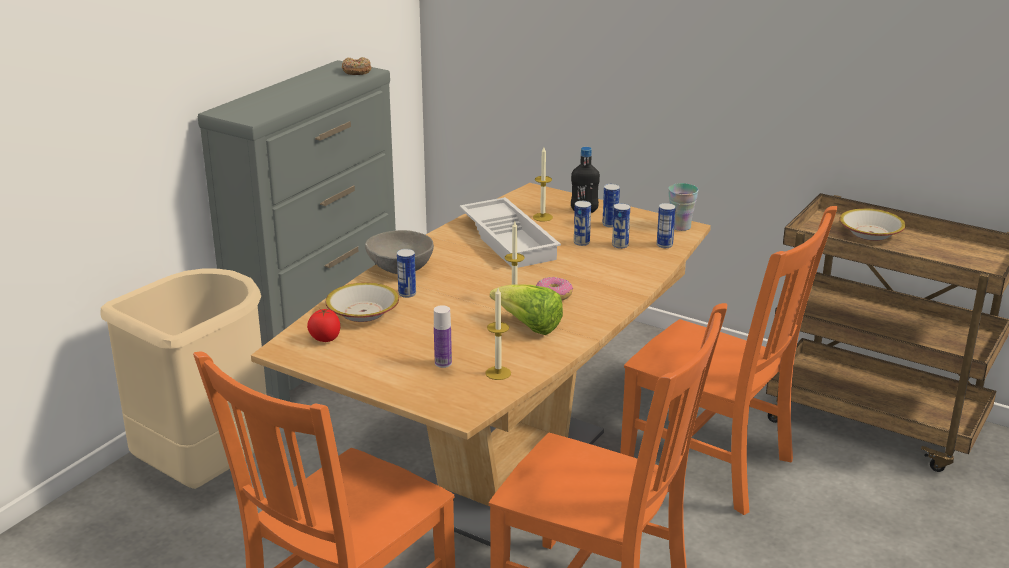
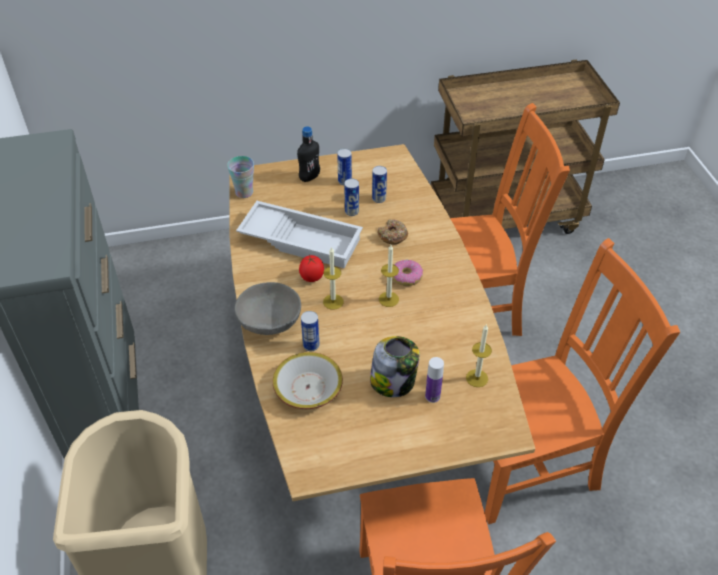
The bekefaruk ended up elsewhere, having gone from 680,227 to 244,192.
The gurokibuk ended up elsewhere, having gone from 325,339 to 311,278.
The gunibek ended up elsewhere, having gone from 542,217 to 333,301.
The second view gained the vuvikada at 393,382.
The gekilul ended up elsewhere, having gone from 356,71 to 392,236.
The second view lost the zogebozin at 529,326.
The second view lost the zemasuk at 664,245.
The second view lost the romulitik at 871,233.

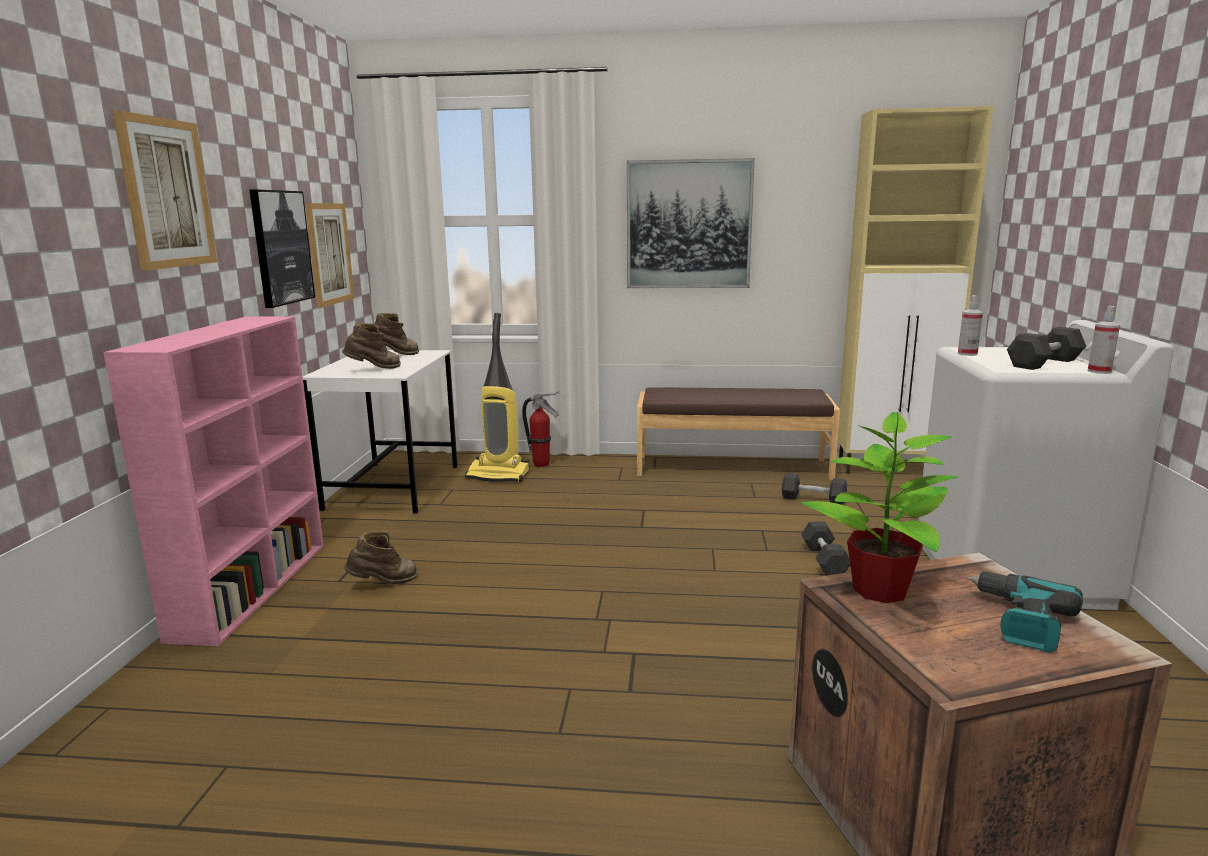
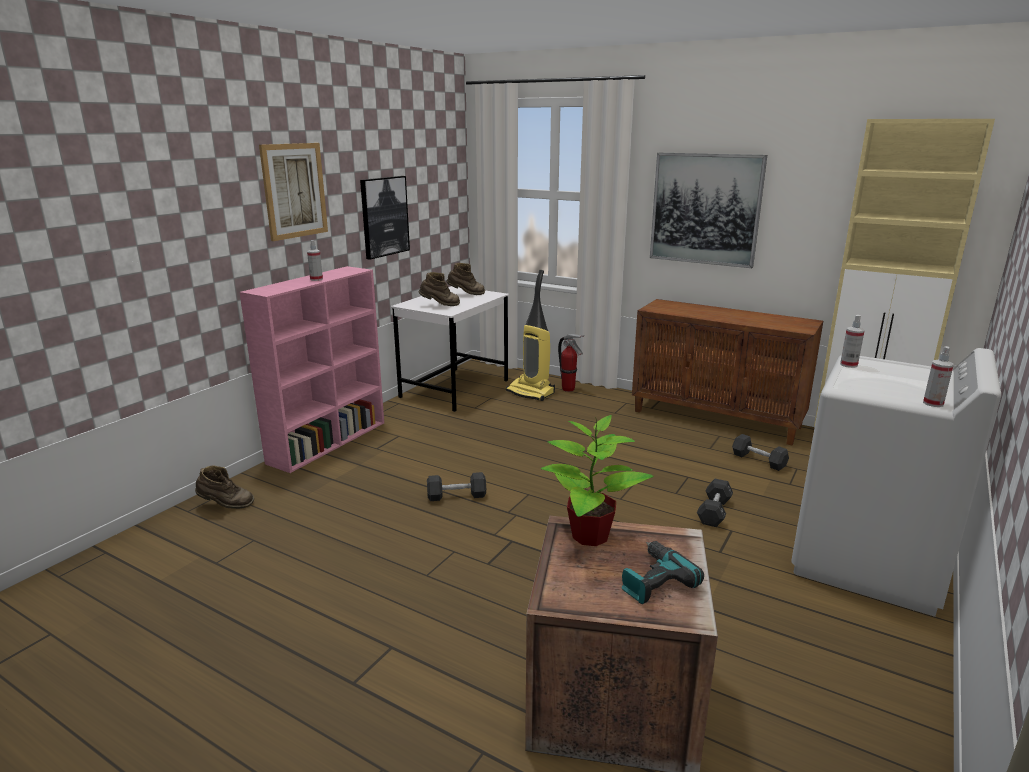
The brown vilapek ended up elsewhere, having gone from 384,584 to 226,506.
The second view gained the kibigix at 316,279.
The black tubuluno ended up elsewhere, having gone from 1044,363 to 456,496.
Where the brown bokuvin stood at 732,467, the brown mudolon came to stand at 717,419.
The second view lost the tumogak at 329,254.

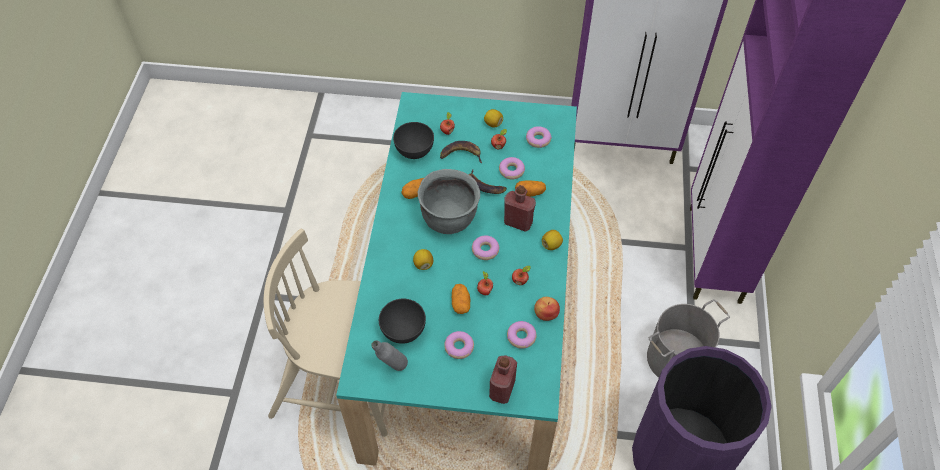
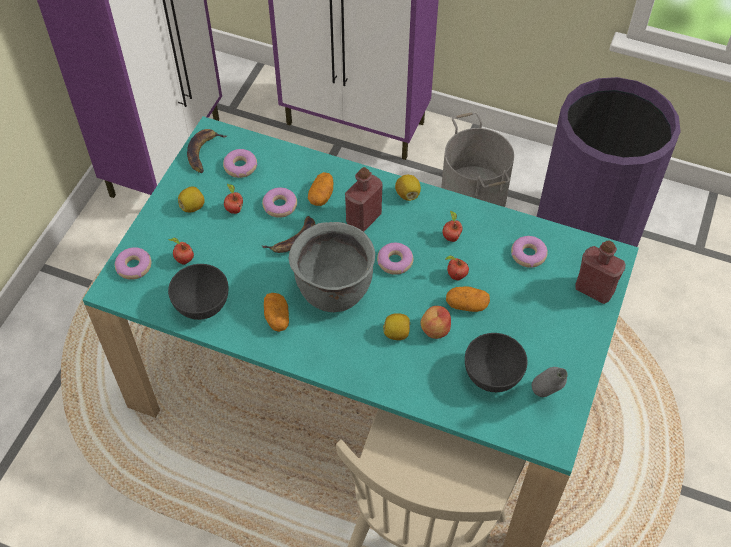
The gekilul ended up elsewhere, having gone from 459,347 to 134,266.
The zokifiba ended up elsewhere, having gone from 461,154 to 204,152.
The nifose ended up elsewhere, having gone from 546,313 to 435,329.

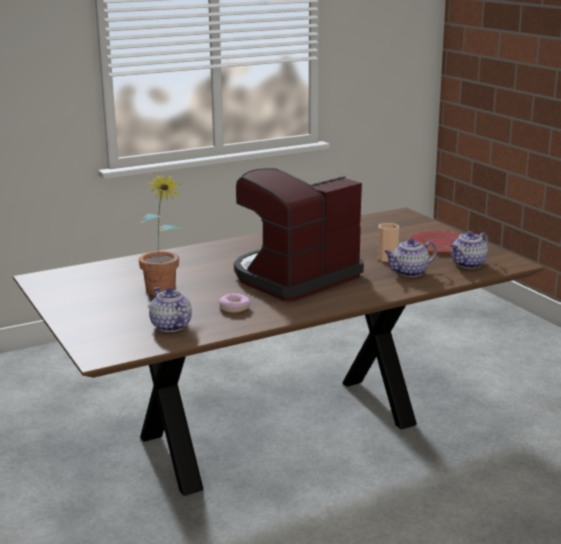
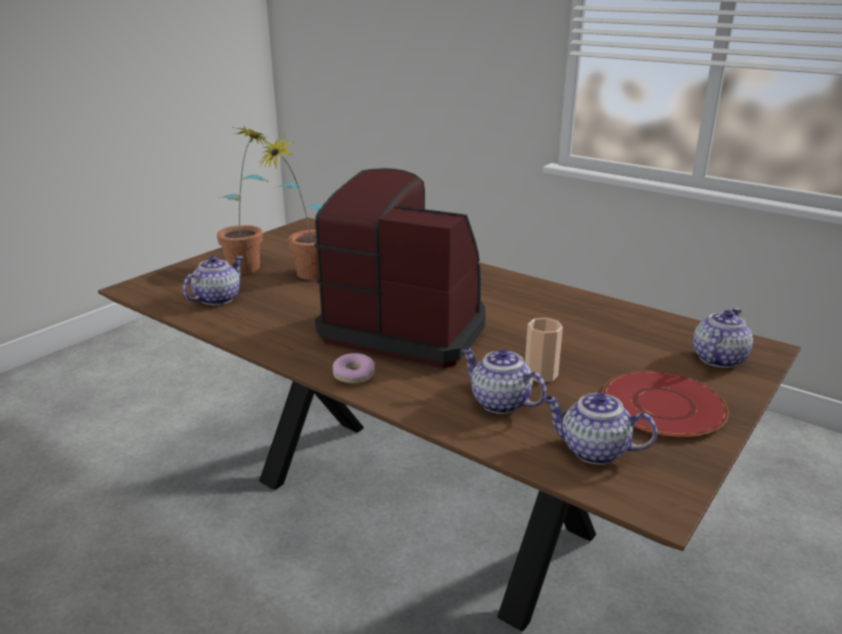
The second view gained the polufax at 251,264.
The gekilul ended up elsewhere, having gone from 234,308 to 353,375.
The second view gained the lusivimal at 717,358.

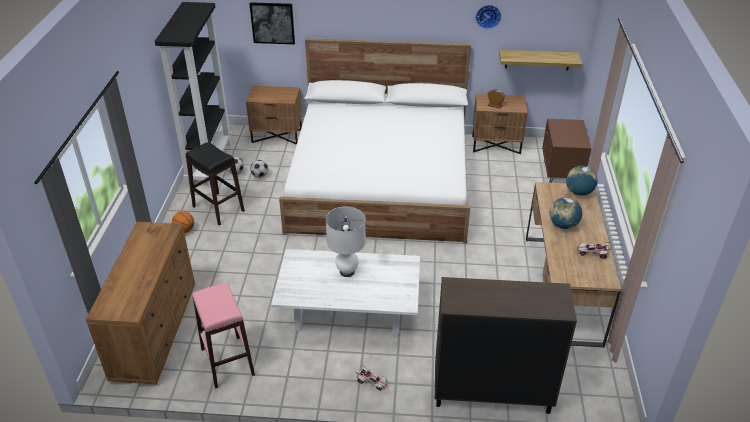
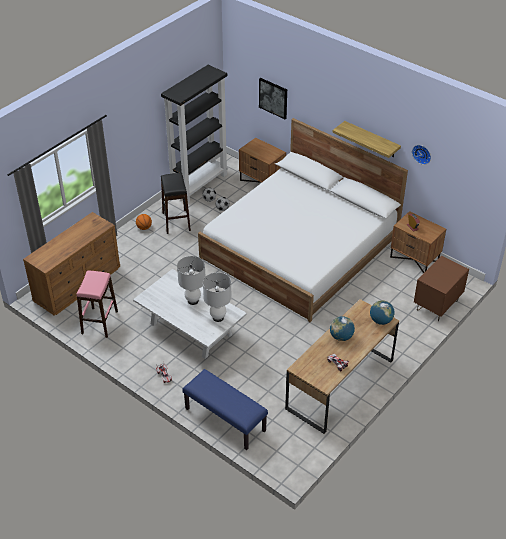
Where the brown mudolon stood at 491,393, the blue bokuvin came to stand at 224,420.
The second view gained the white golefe at 218,317.
The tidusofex ended up elsewhere, having gone from 537,60 to 371,139.

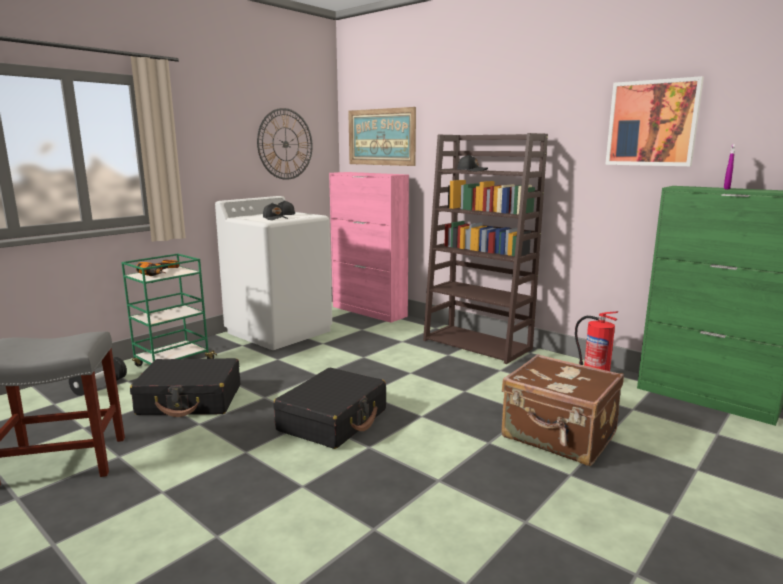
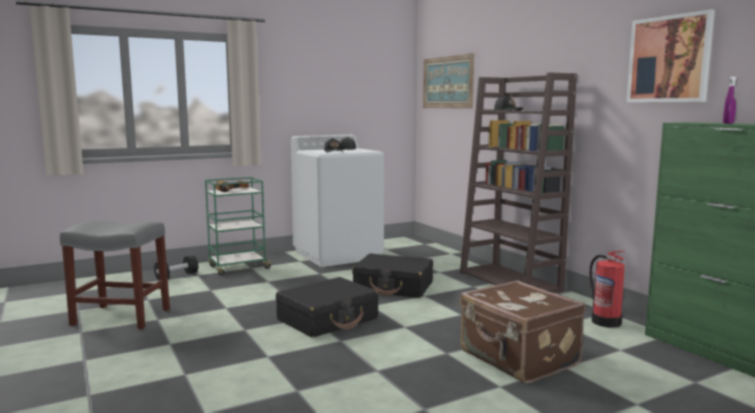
The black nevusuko ended up elsewhere, having gone from 190,400 to 394,287.
The second view lost the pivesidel at 285,144.
The second view lost the pink mudolon at 369,311.

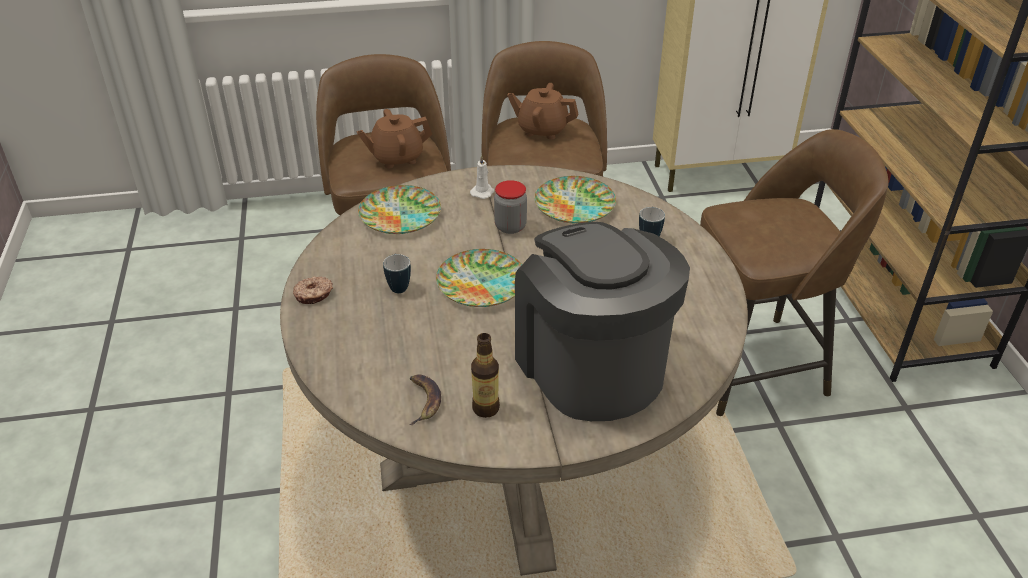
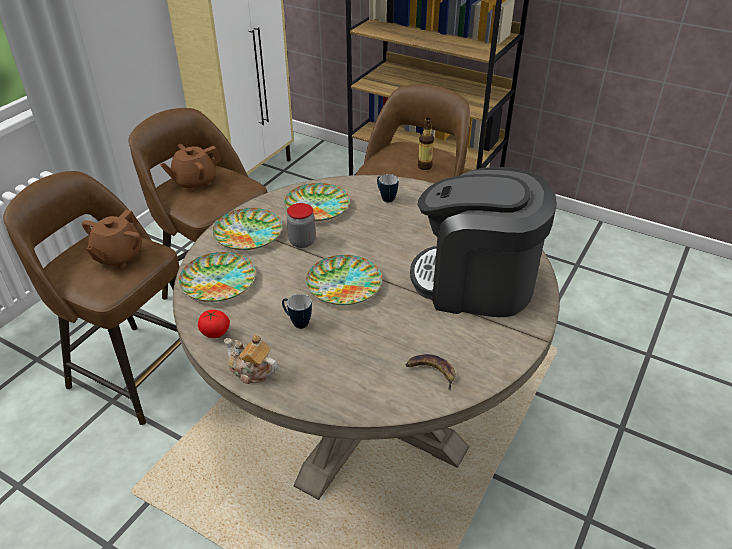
The second view gained the gurokibuk at 215,333.
Where the white gunibek stood at 483,192, the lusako came to stand at 248,233.
Where the gekilul stood at 314,295, the lusivimal came to stand at 251,371.
The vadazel ended up elsewhere, having gone from 486,408 to 425,166.

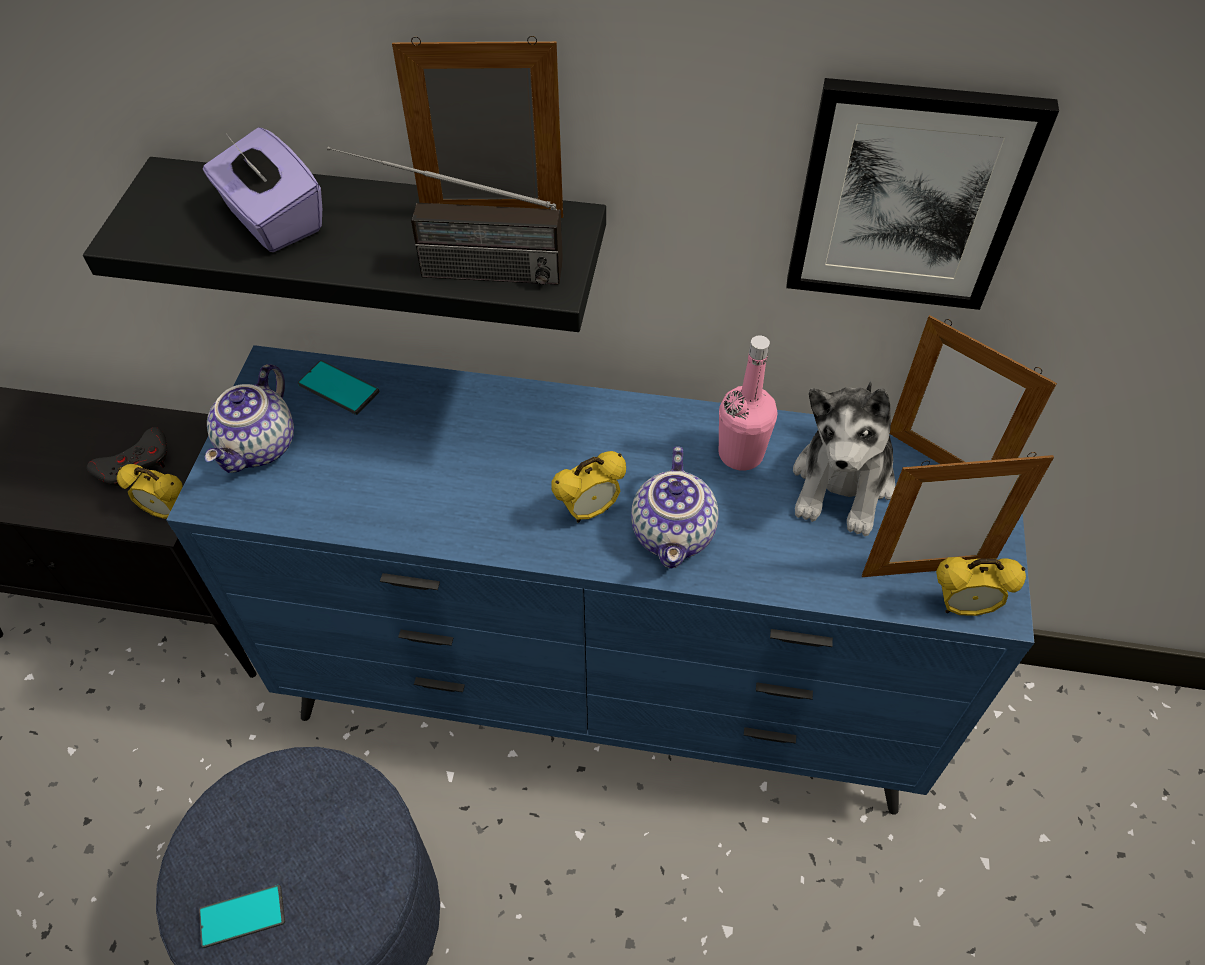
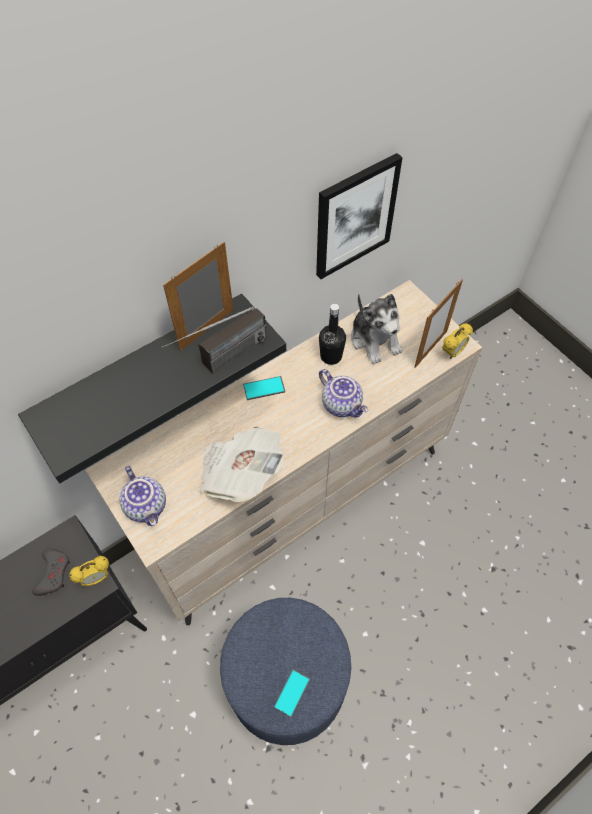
What was the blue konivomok at 605,694 turned into the beige konivomok at 297,502.
The second view gained the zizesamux at 240,472.
The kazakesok ended up elsewhere, having gone from 339,388 to 264,388.
What was the pink vadazel at 740,454 turned into the black vadazel at 331,356.
The second view lost the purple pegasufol at 273,220.
The second view lost the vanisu at 589,511.
The second view lost the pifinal at 941,463.

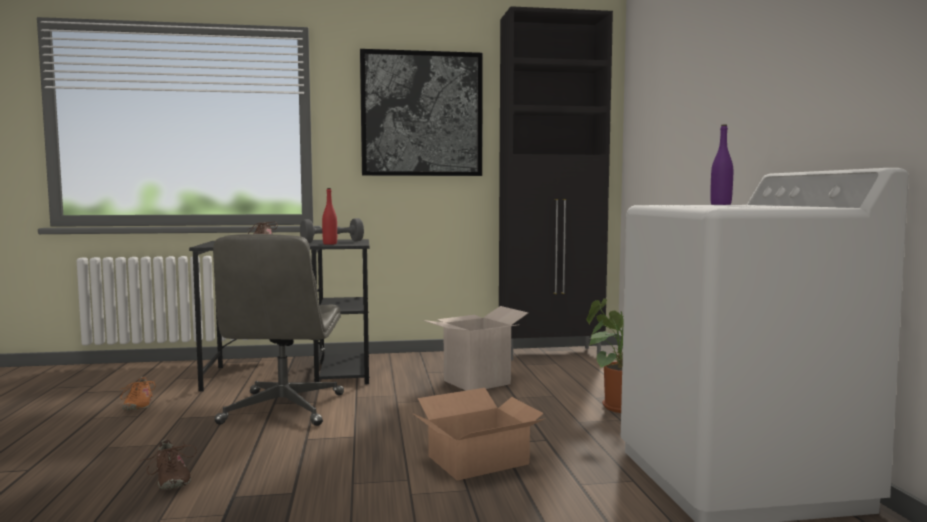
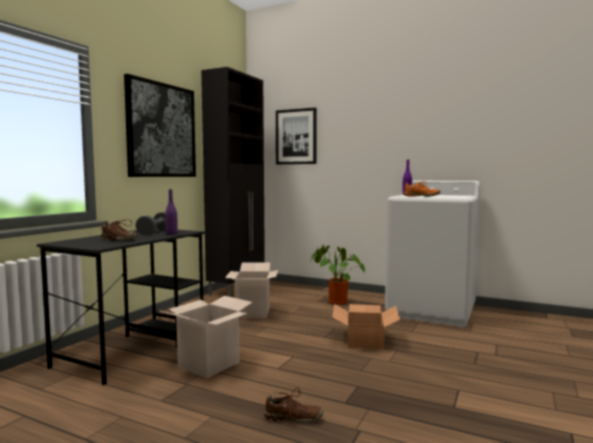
Where the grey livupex stood at 283,409, the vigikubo came to stand at 209,364.
What was the red vadazel at 330,244 turned into the purple vadazel at 171,233.
The second view gained the tumogak at 296,136.
The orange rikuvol ended up elsewhere, having gone from 138,405 to 421,196.

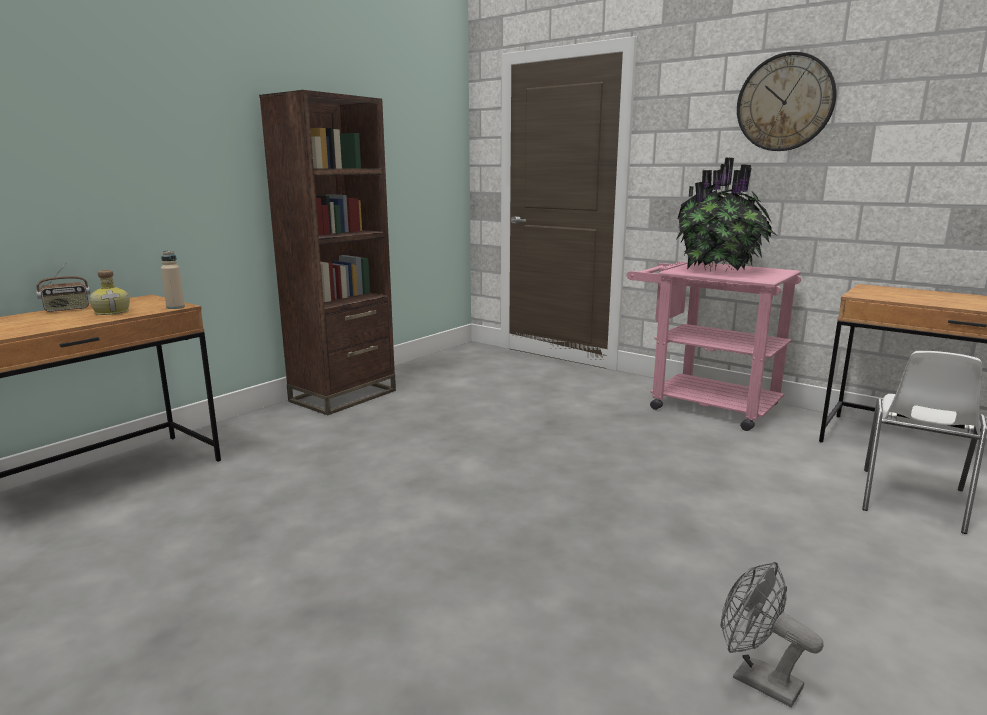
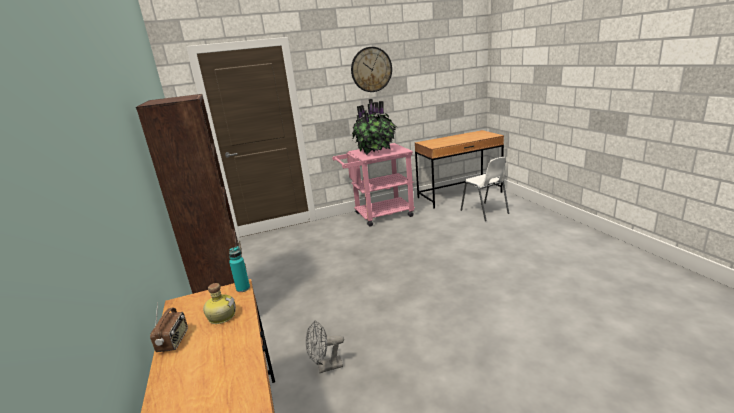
What was the beige vadazel at 175,307 turned into the turquoise vadazel at 243,288.
The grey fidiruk ended up elsewhere, having gone from 756,679 to 326,367.

